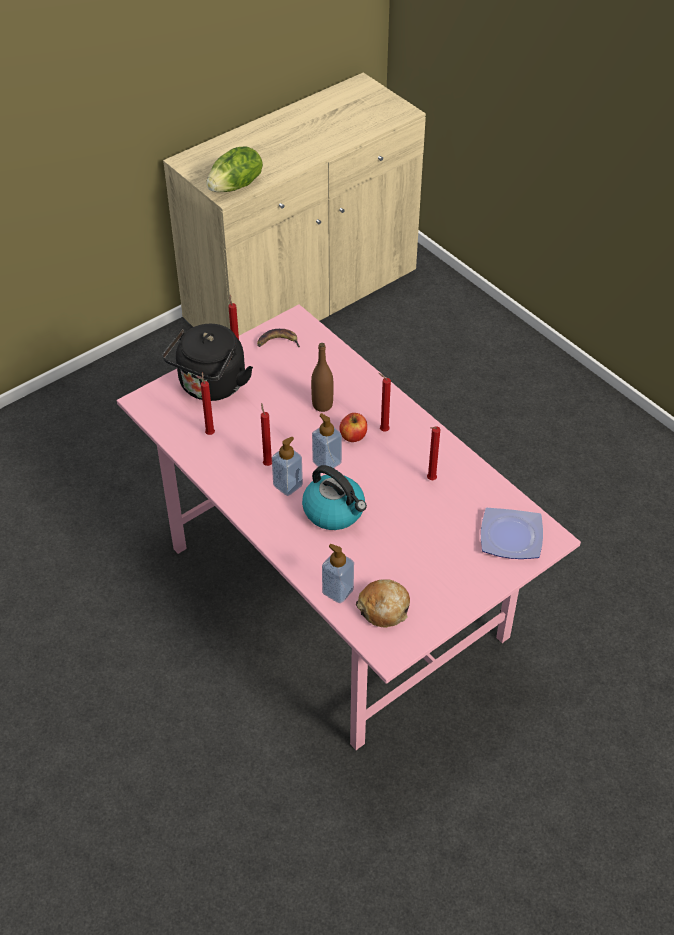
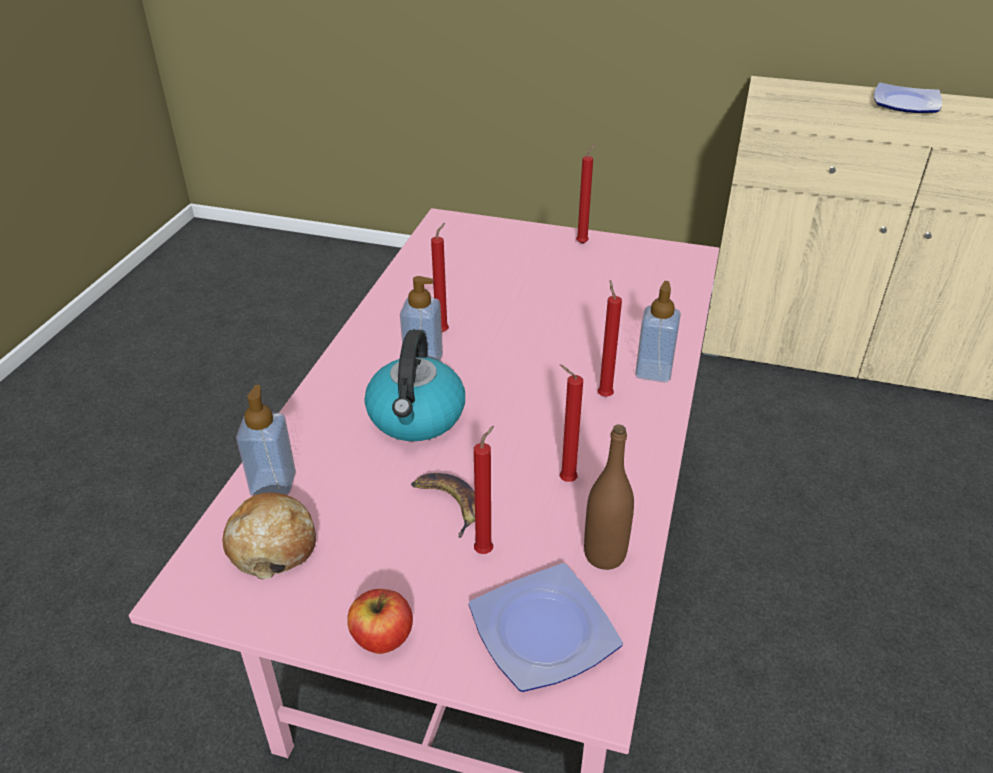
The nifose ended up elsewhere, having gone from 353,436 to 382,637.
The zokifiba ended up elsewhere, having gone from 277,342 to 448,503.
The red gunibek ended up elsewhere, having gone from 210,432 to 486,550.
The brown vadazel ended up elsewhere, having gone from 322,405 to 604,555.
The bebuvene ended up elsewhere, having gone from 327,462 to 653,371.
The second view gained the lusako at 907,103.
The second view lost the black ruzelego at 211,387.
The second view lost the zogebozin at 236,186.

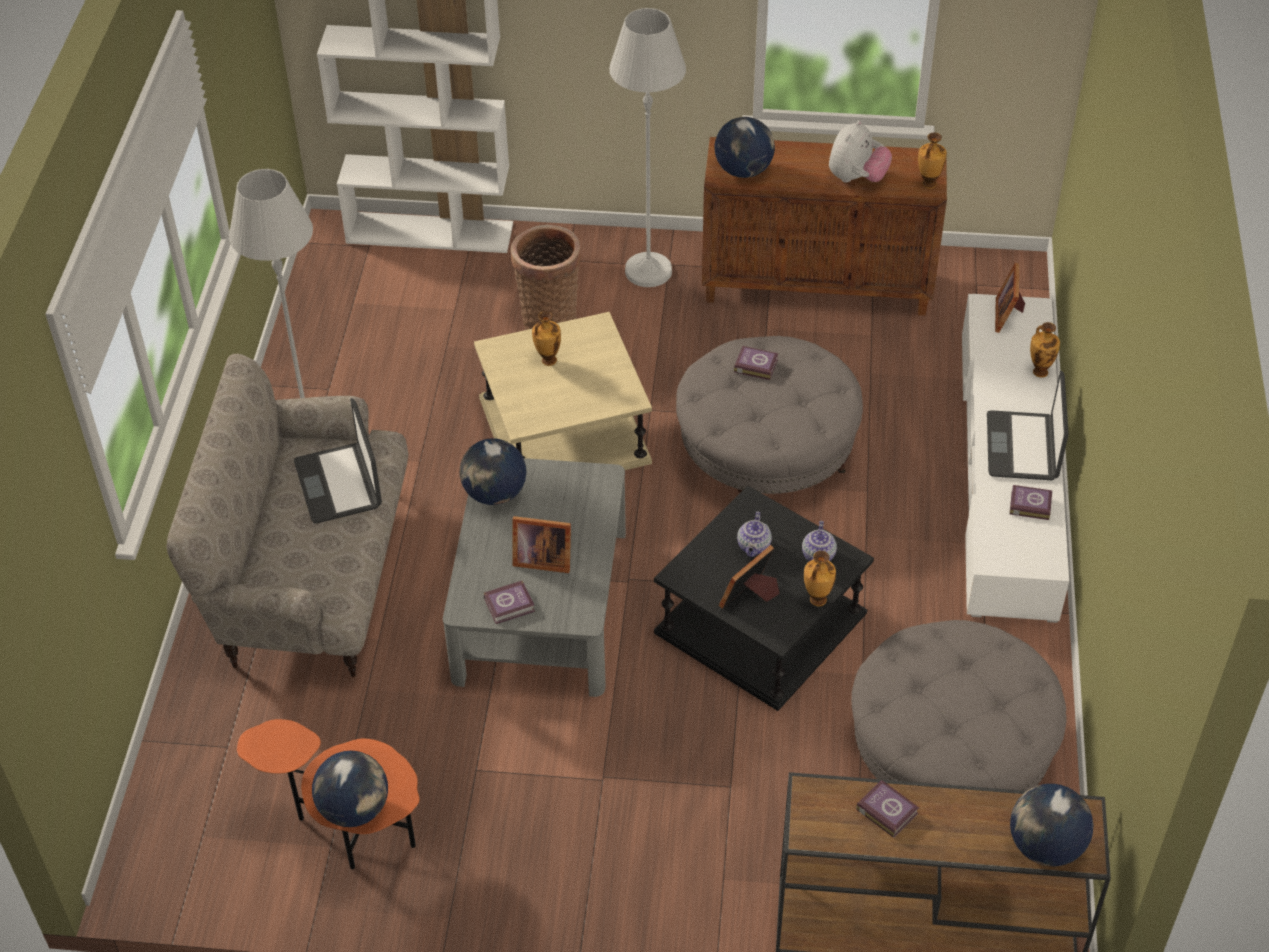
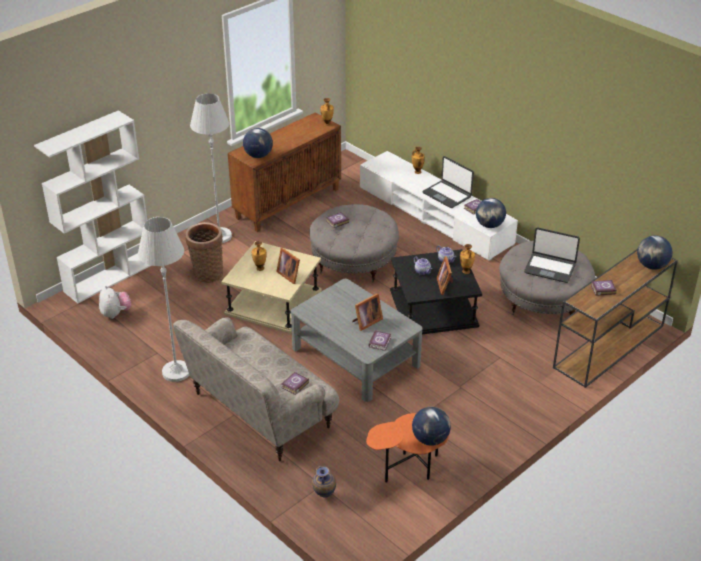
The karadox ended up elsewhere, having gone from 856,178 to 115,314.
The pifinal ended up elsewhere, having gone from 1008,314 to 289,275.
The second view gained the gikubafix at 294,385.
The second view gained the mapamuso at 324,496.
The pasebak ended up elsewhere, having gone from 494,494 to 489,225.
The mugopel ended up elsewhere, having gone from 339,484 to 550,268.

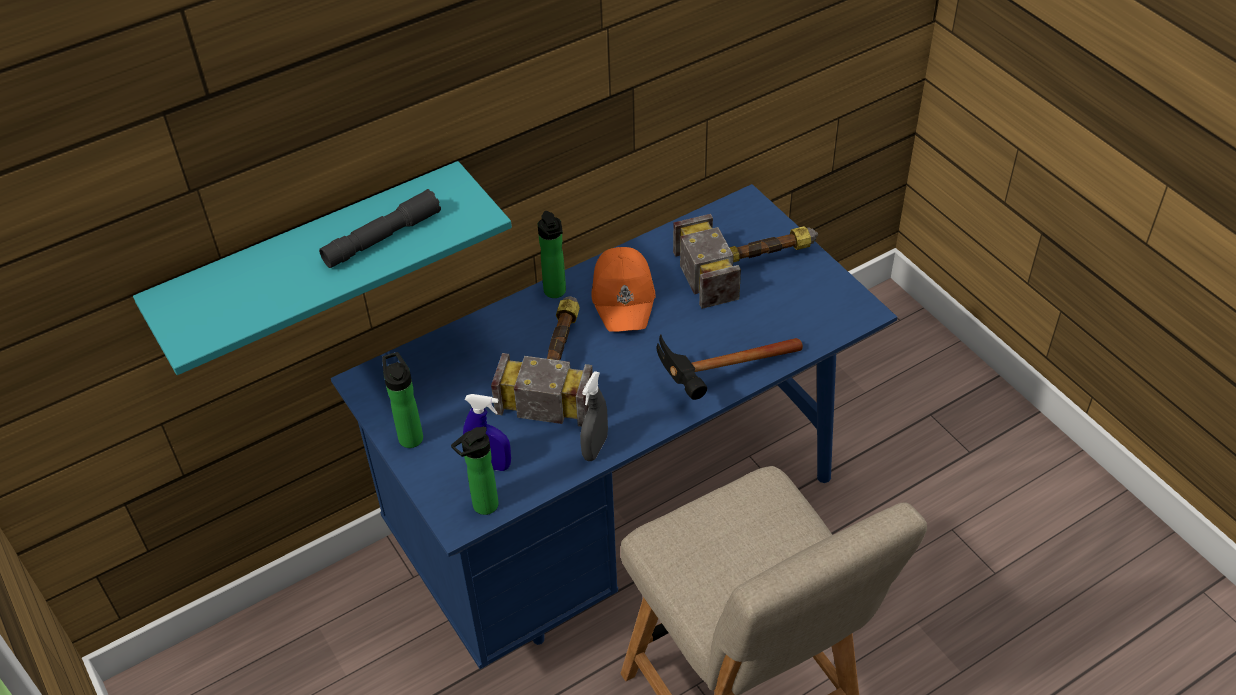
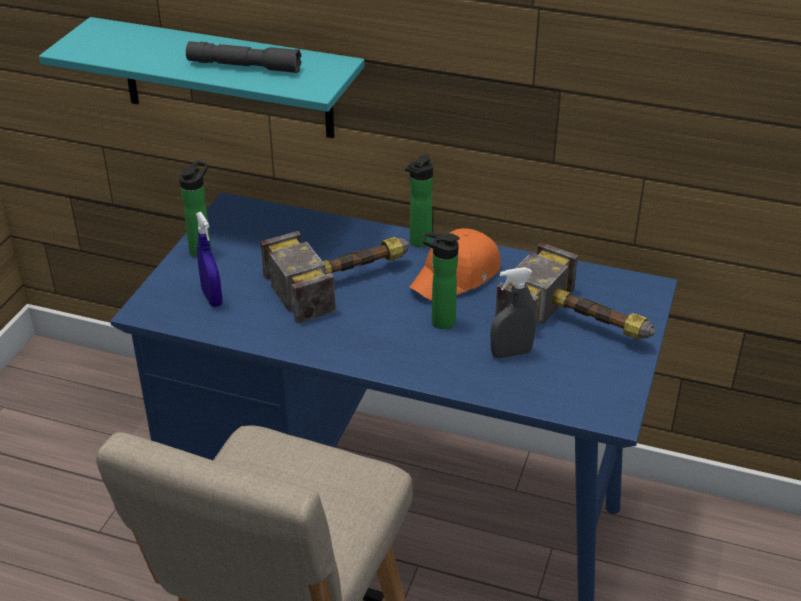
The vadazel ended up elsewhere, having gone from 482,507 to 439,321.
The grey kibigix ended up elsewhere, having gone from 595,448 to 511,353.
The second view lost the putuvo at 717,382.

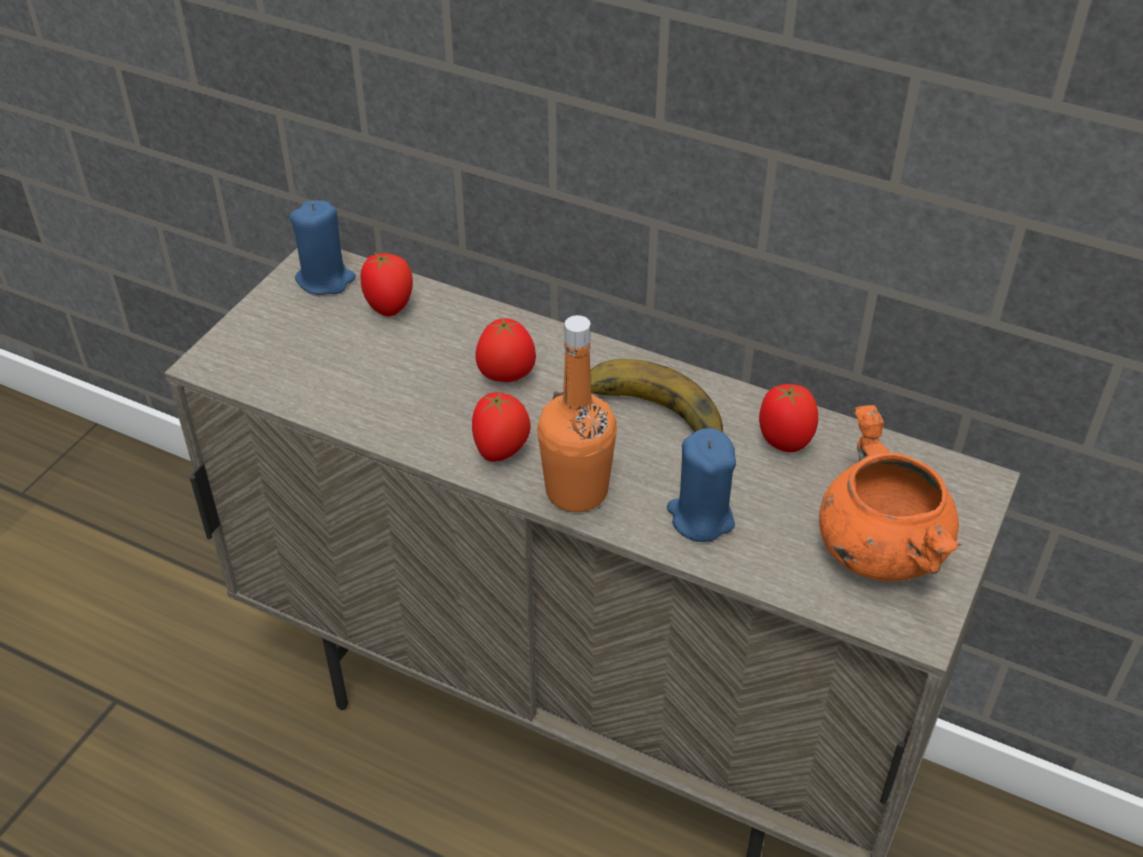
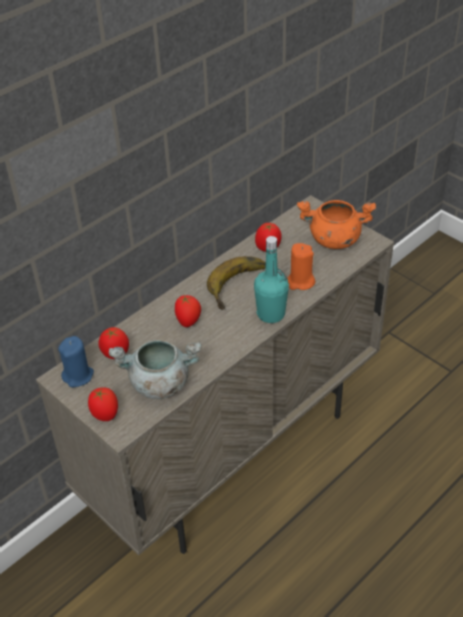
The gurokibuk ended up elsewhere, having gone from 501,451 to 105,414.
The second view gained the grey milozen at 159,383.
What was the orange vadazel at 576,491 turned into the turquoise vadazel at 271,314.
What was the blue gunibek at 700,517 turned into the orange gunibek at 300,282.

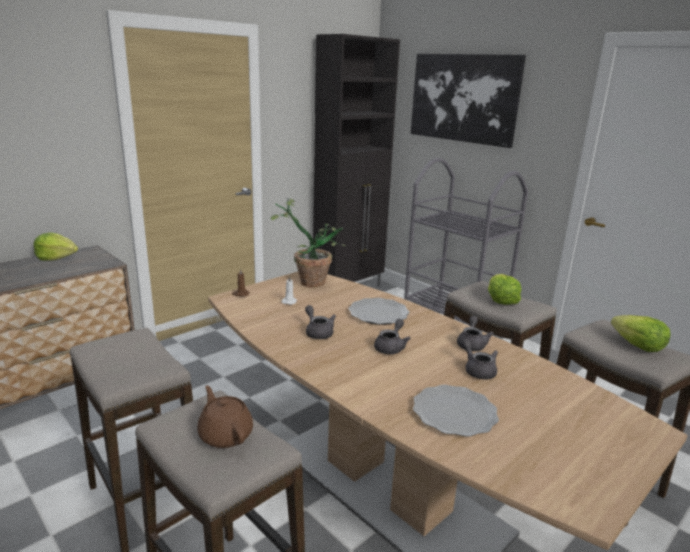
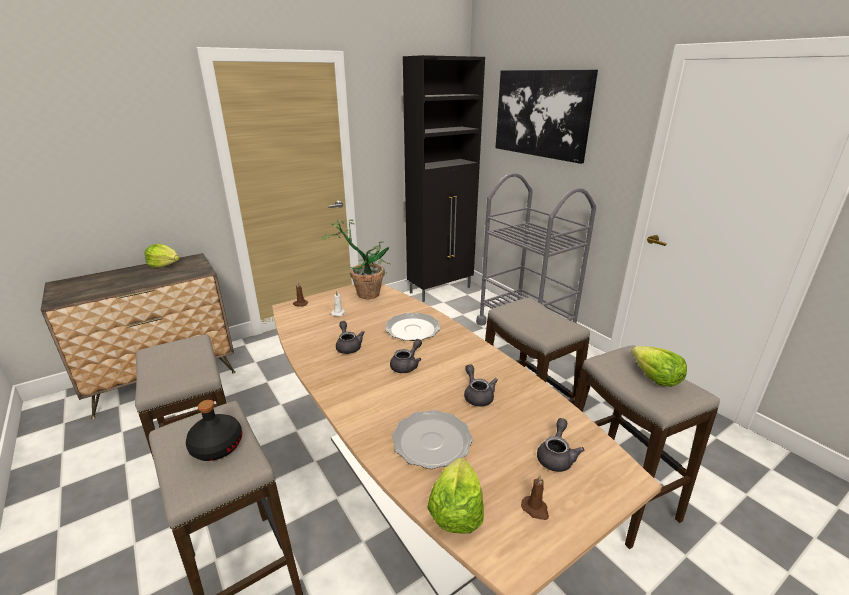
Where the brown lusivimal stood at 225,434, the black vadazel came to stand at 216,446.
The zogebozin ended up elsewhere, having gone from 501,300 to 456,511.
The second view gained the brown gunibek at 535,509.
The grey lusivimal ended up elsewhere, having gone from 471,344 to 556,456.

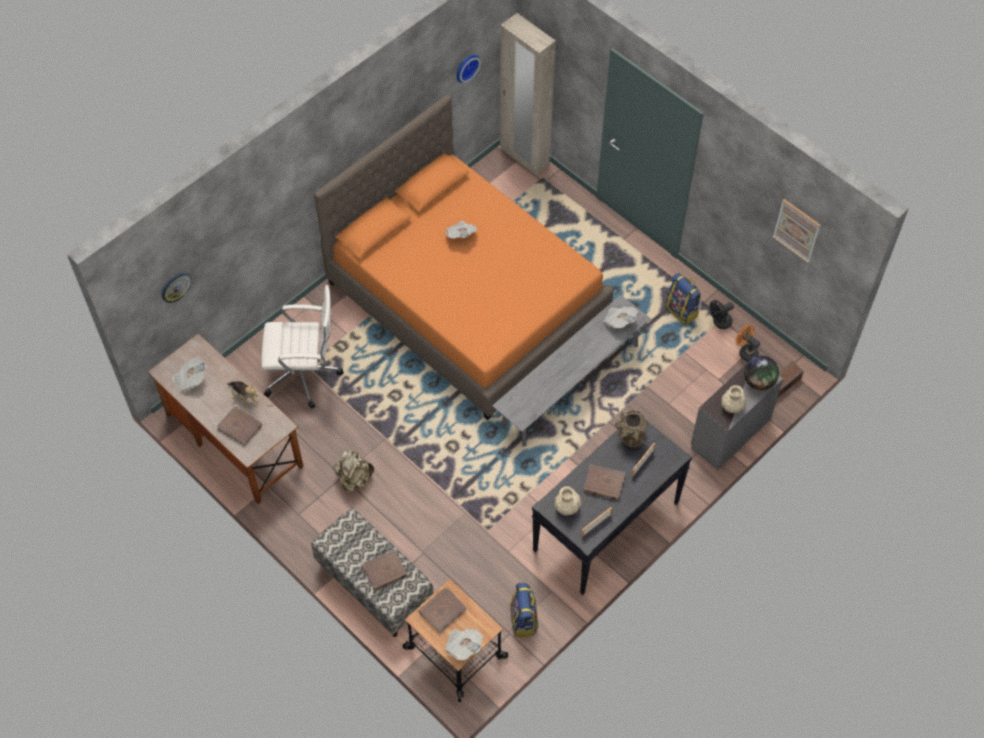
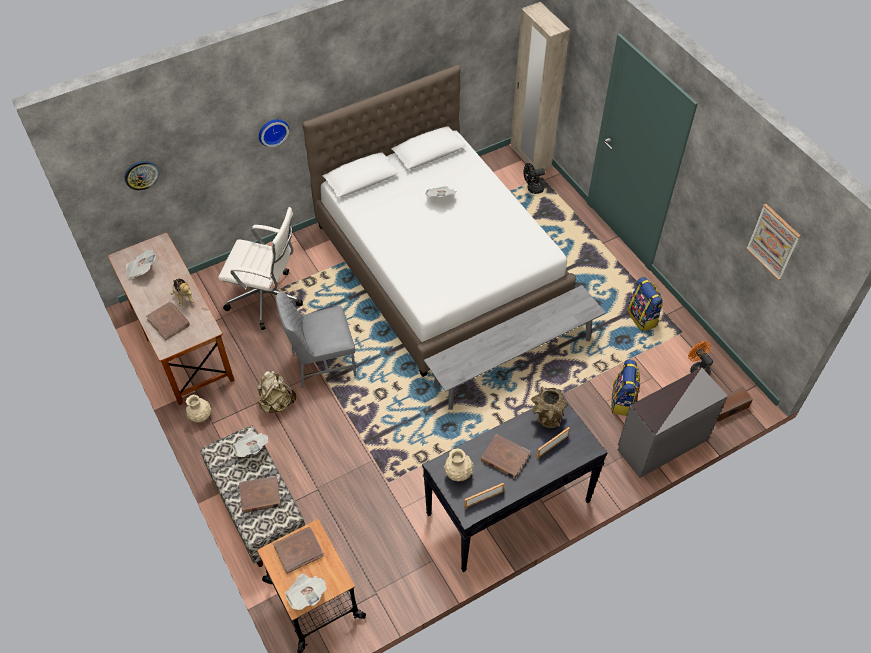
The beige mapamuso ended up elsewhere, having gone from 732,407 to 200,416.
The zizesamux ended up elsewhere, having gone from 619,321 to 252,448.
The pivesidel ended up elsewhere, having gone from 466,67 to 272,131.
The second view gained the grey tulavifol at 322,362.
What was the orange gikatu at 467,299 turned into the white gikatu at 439,265.
The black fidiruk ended up elsewhere, having gone from 719,323 to 532,189.
The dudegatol ended up elsewhere, having gone from 524,620 to 623,401.
The second view lost the pasebak at 759,381.

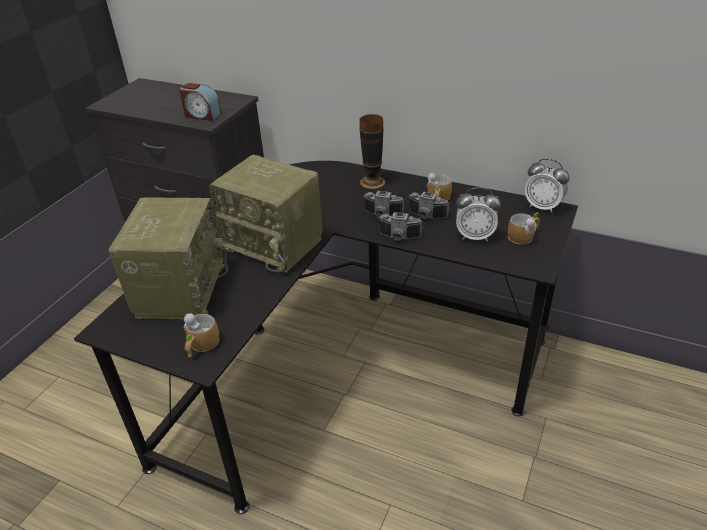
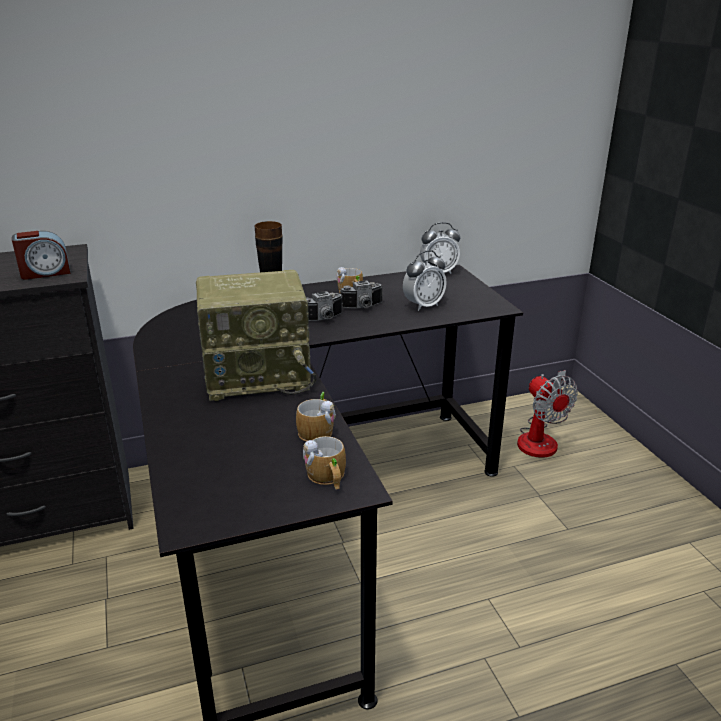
The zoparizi ended up elsewhere, having gone from 524,236 to 318,429.
The second view gained the fidiruk at 541,438.
The second view lost the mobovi at 180,288.
The second view lost the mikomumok at 399,237.

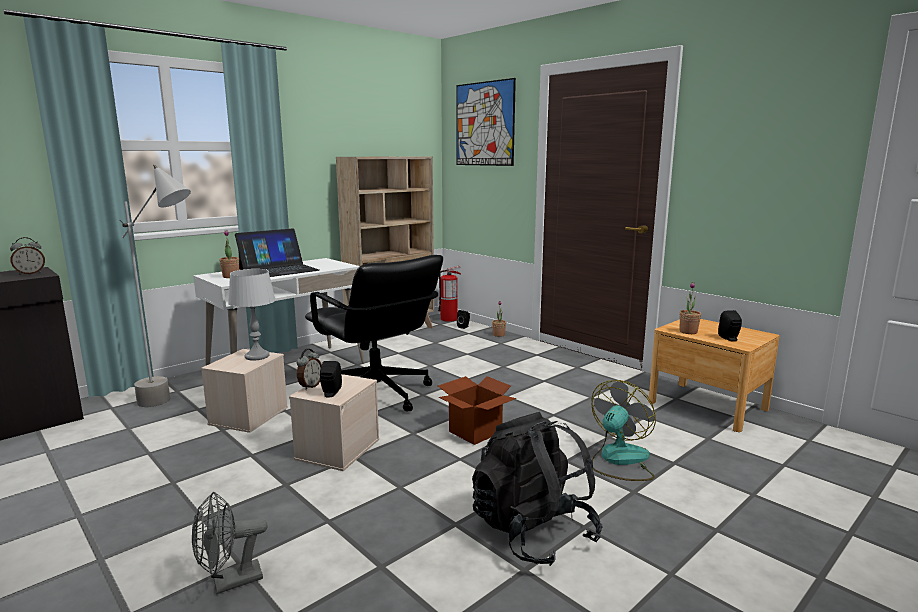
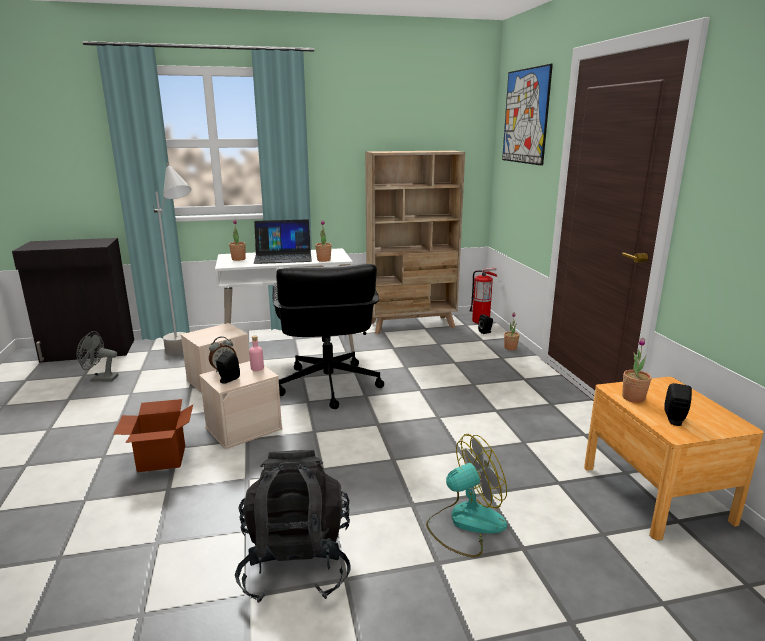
The grey fidiruk ended up elsewhere, having gone from 229,582 to 100,379.
The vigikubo ended up elsewhere, having gone from 475,432 to 162,458.
The second view gained the pink vadazel at 257,368.
The second view gained the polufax at 324,260.
The second view lost the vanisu at 30,273.
The second view lost the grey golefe at 257,356.

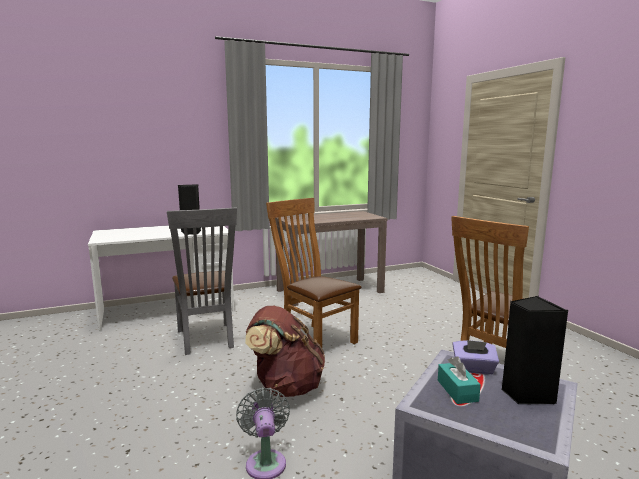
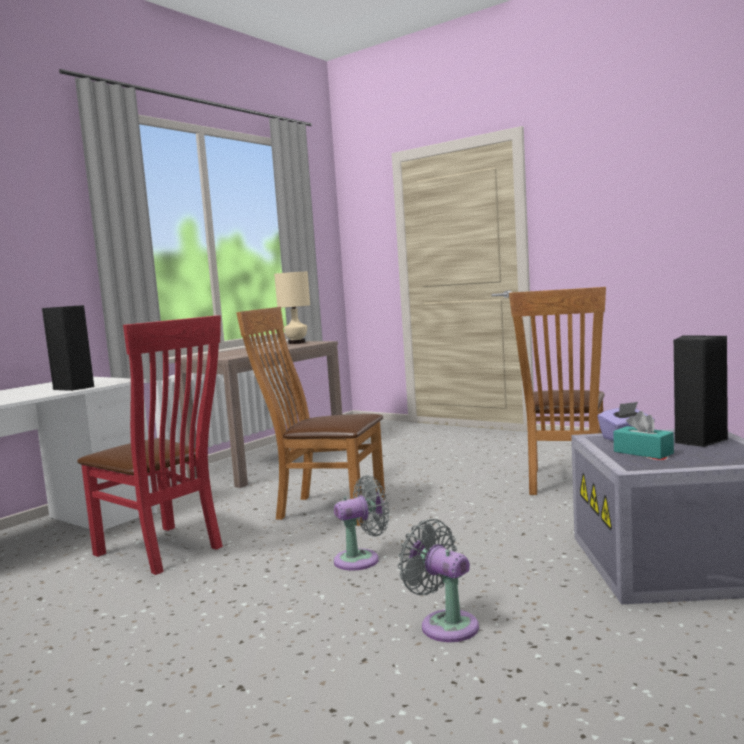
What was the grey tulavifol at 206,340 turned into the red tulavifol at 164,551.
The second view gained the beige golefe at 296,343.
Where the brown dudegatol stood at 286,387, the grey fidiruk came to stand at 361,559.

